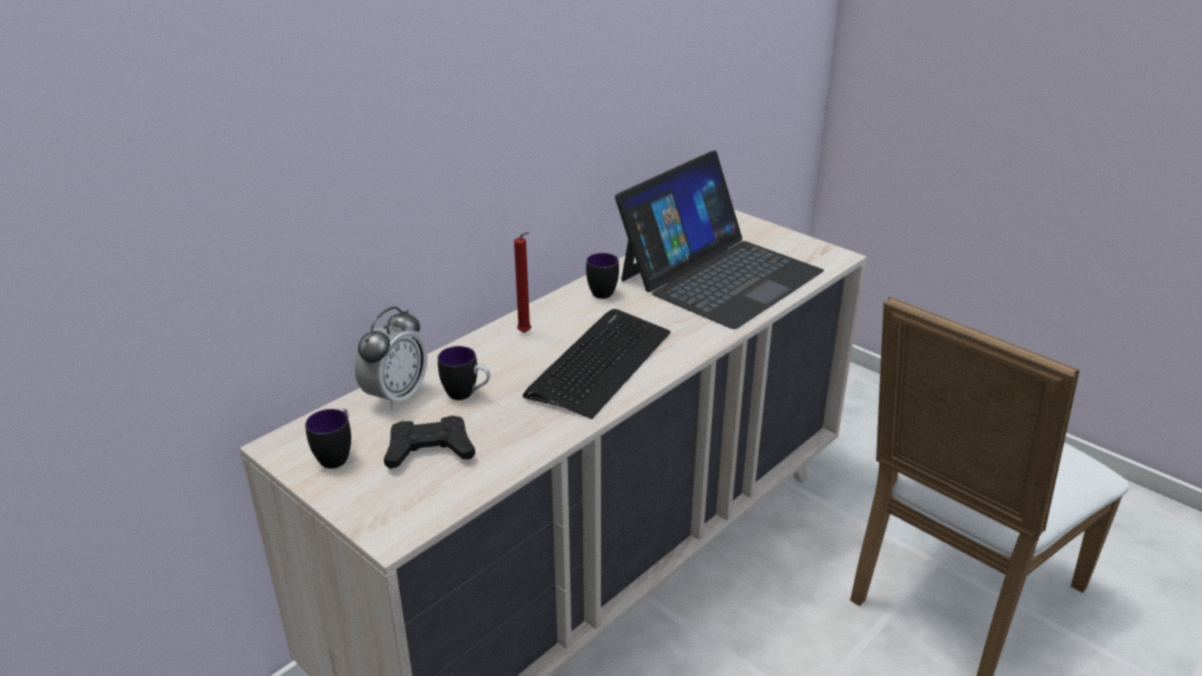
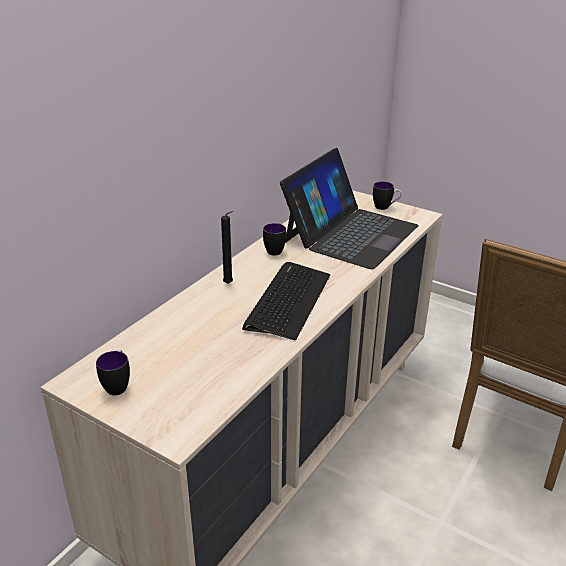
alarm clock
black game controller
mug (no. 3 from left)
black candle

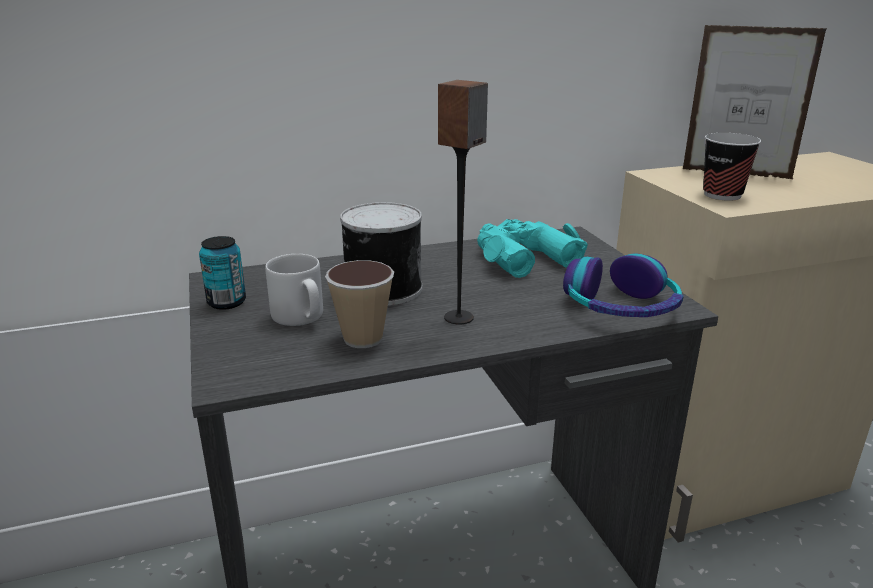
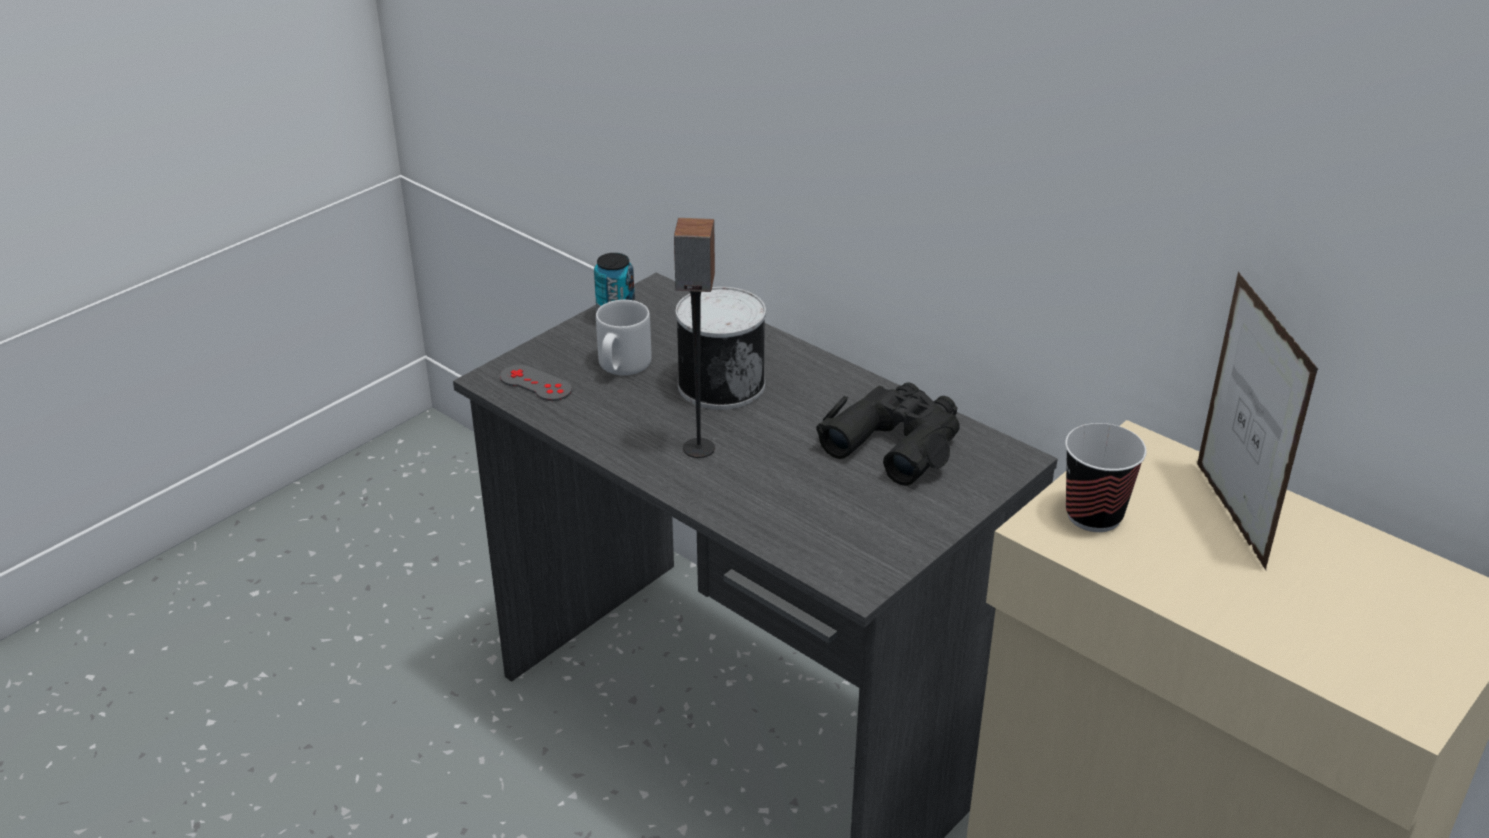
cup (no. 1 from left in the first image)
headphones
grey game controller
black binoculars

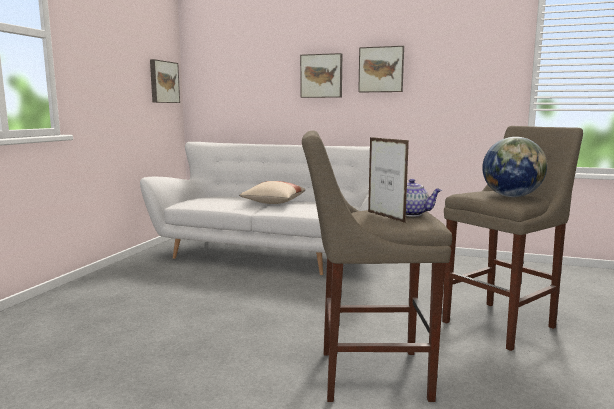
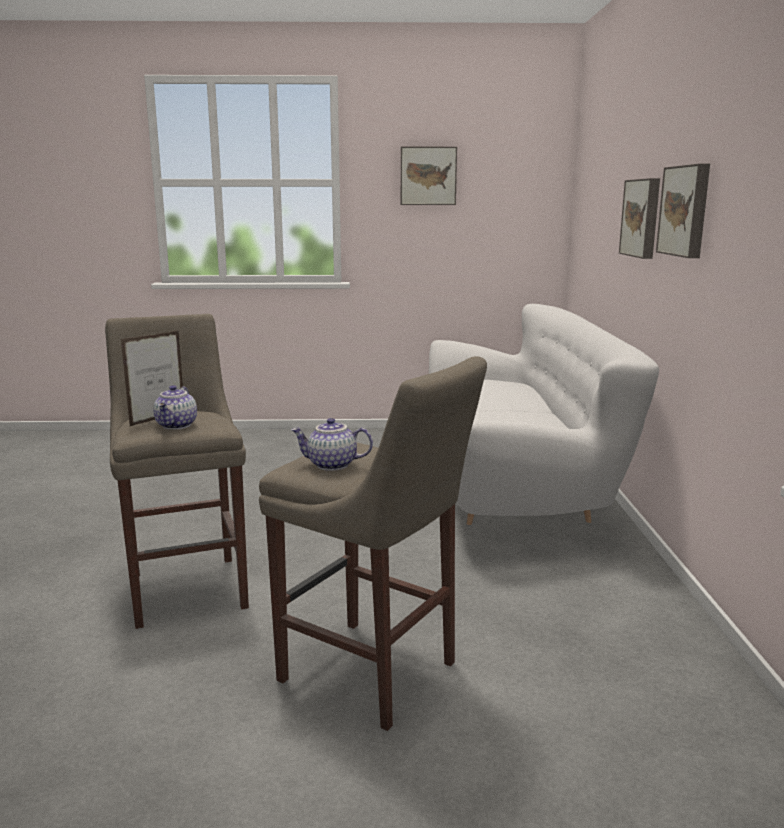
beige pillow
picture (no. 1 from left)
teapot (no. 2 from left)

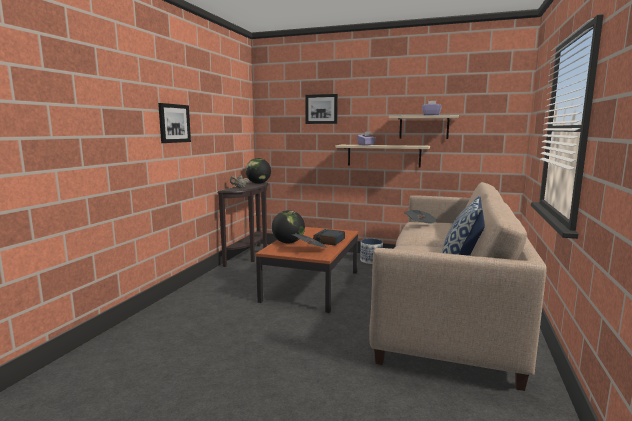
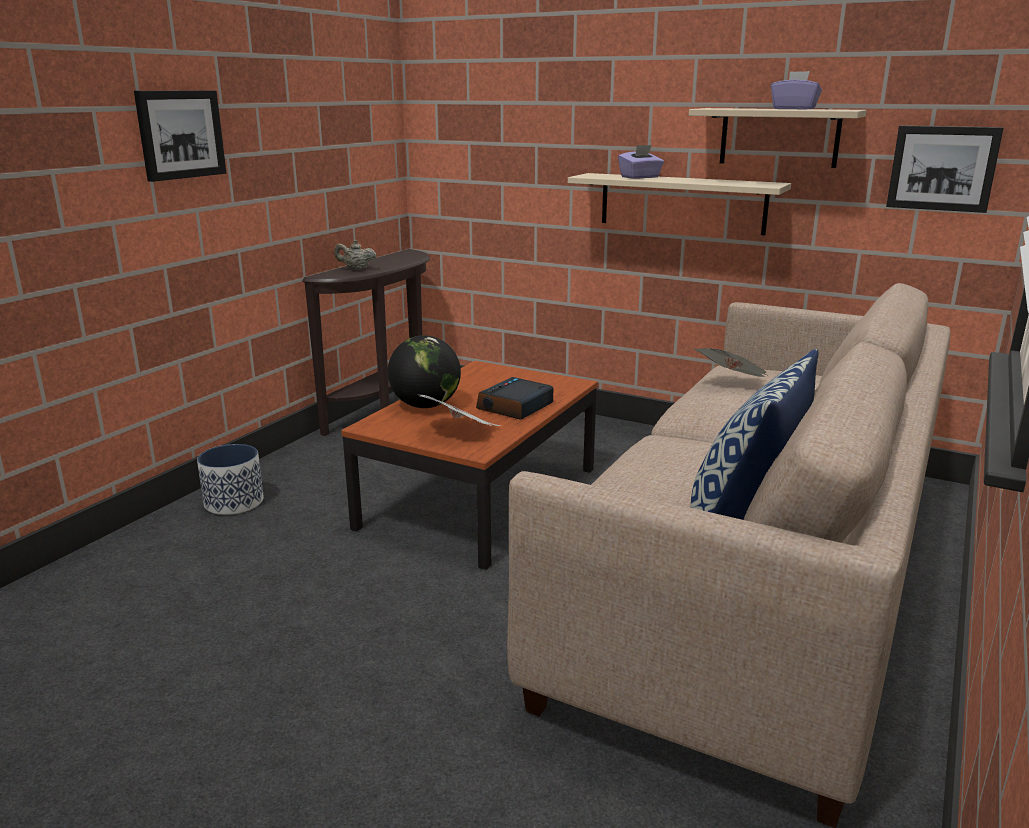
globe (no. 1 from left in the first image)
picture (no. 2 from left)
planter

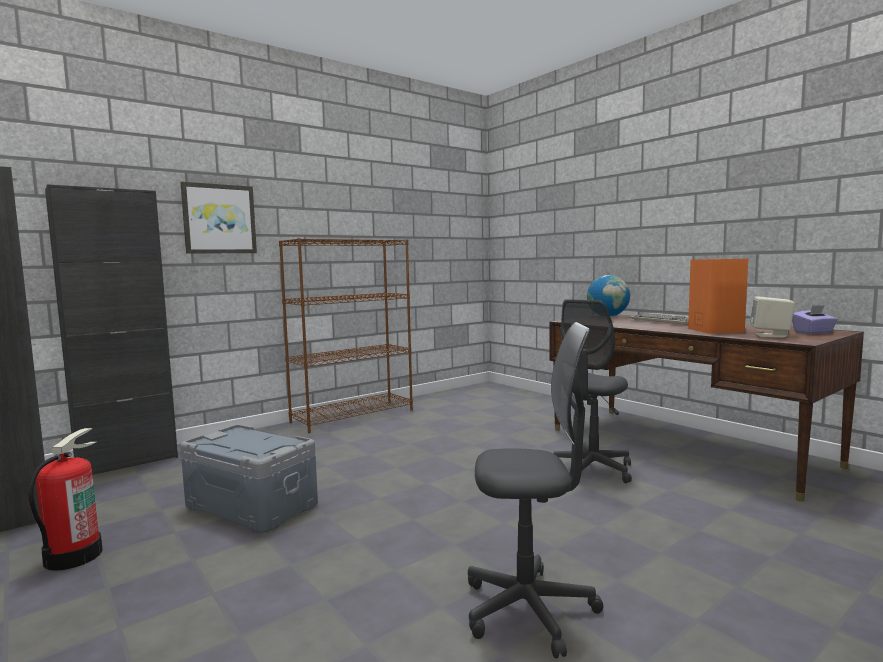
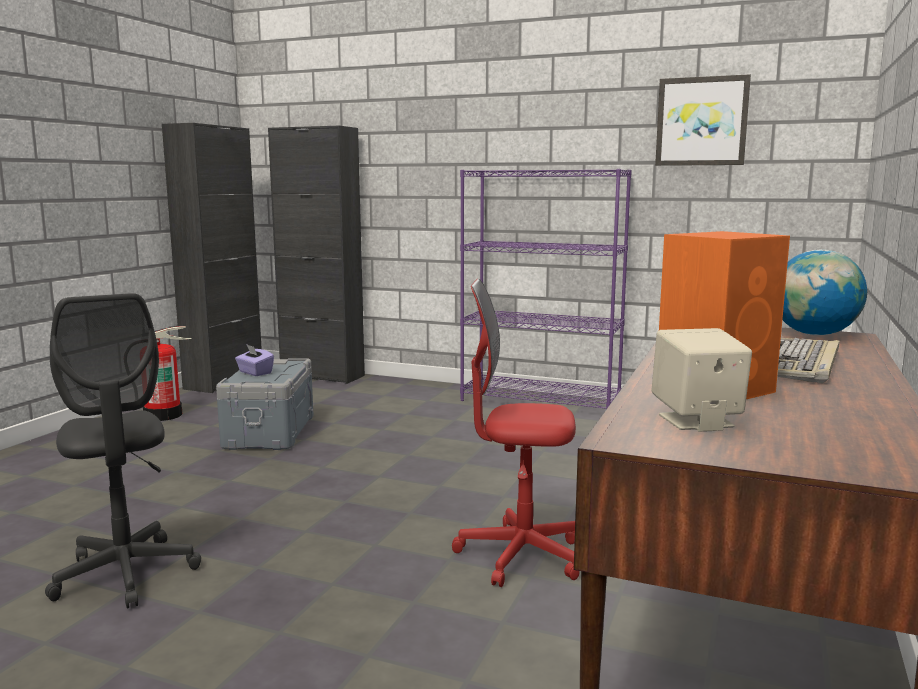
picture
purple tissue box
purple bookcase
red office chair

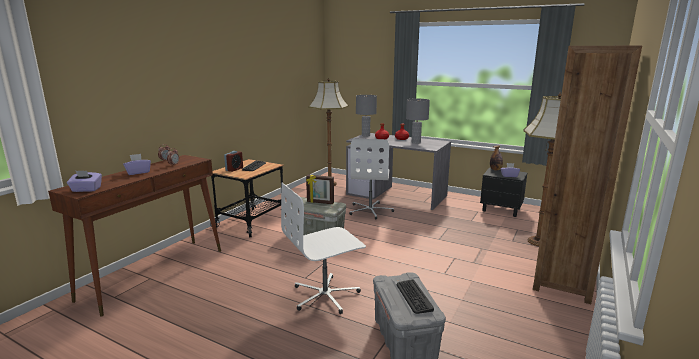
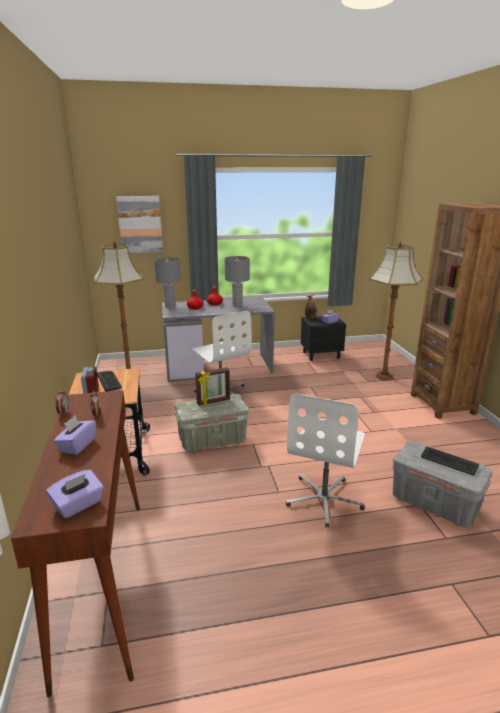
picture

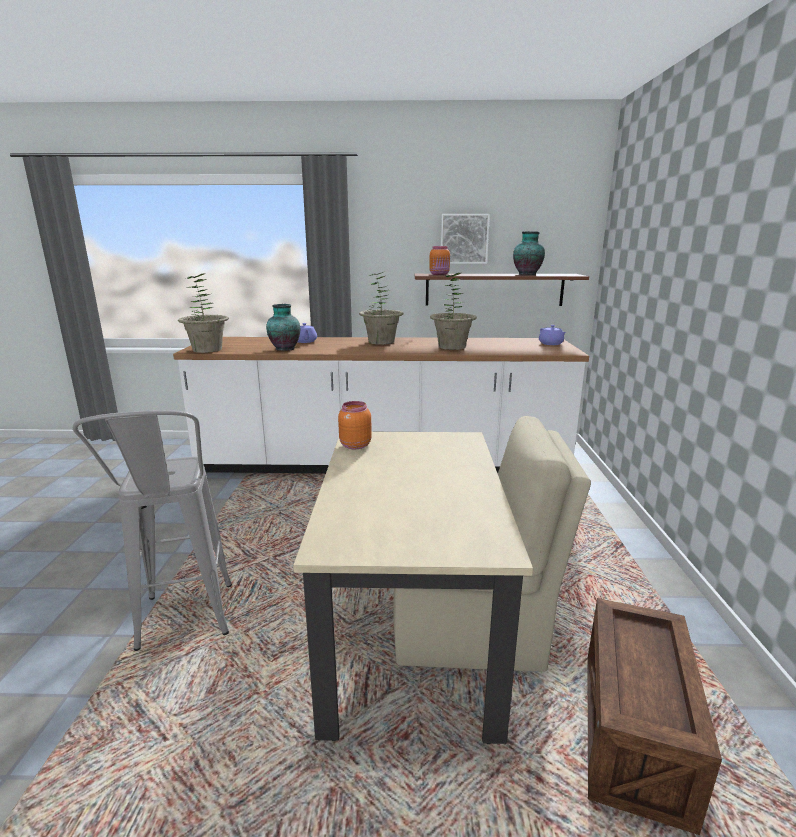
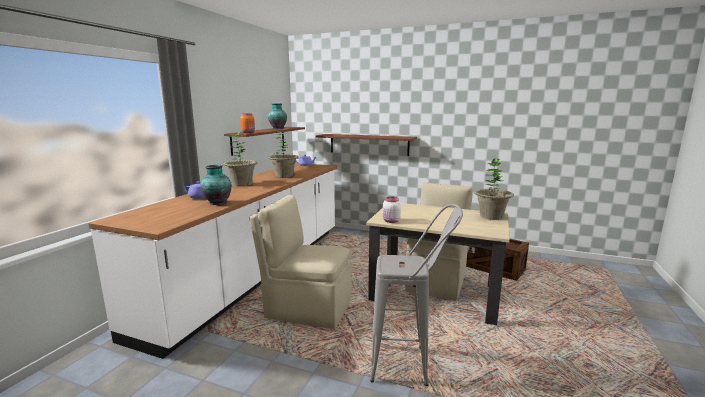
picture
beige chair (no. 1 from left)
brown shelf (no. 2 from left)
potted plant (no. 3 from left)
white jar

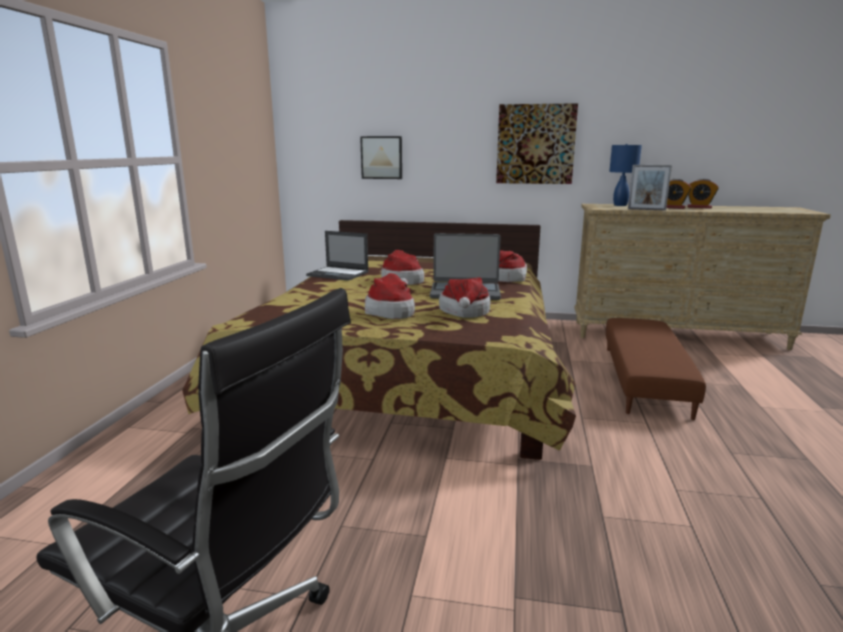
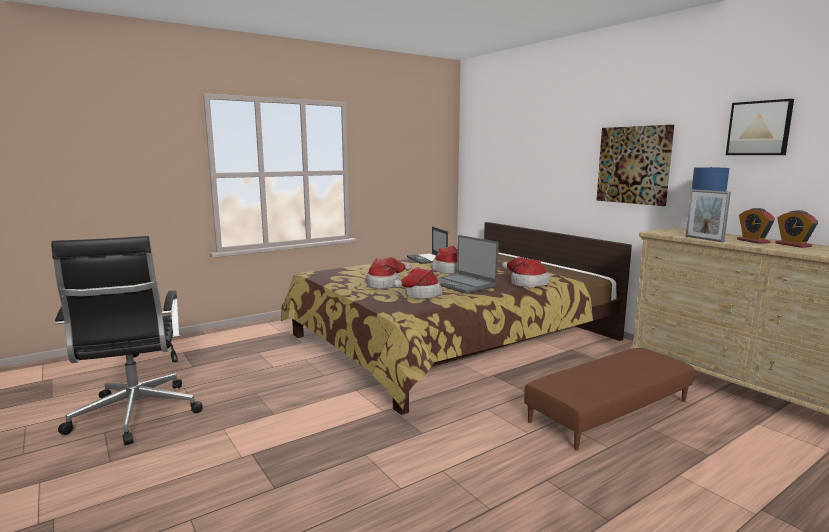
picture (no. 2 from left)

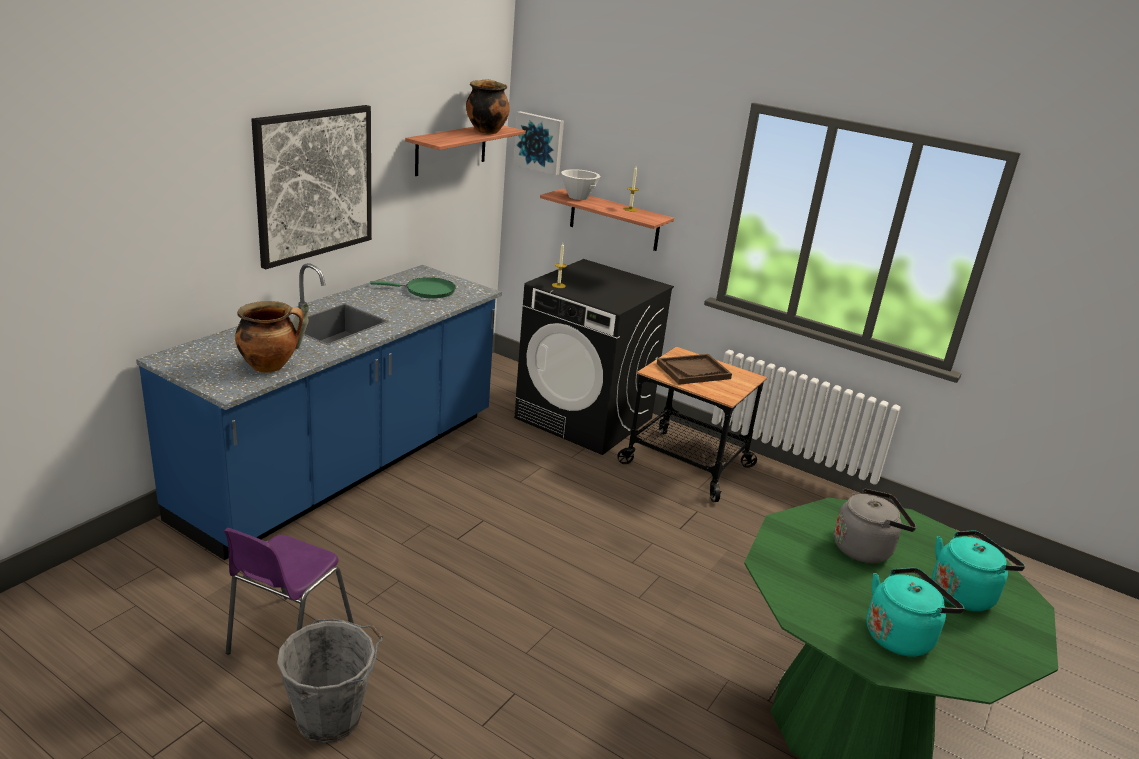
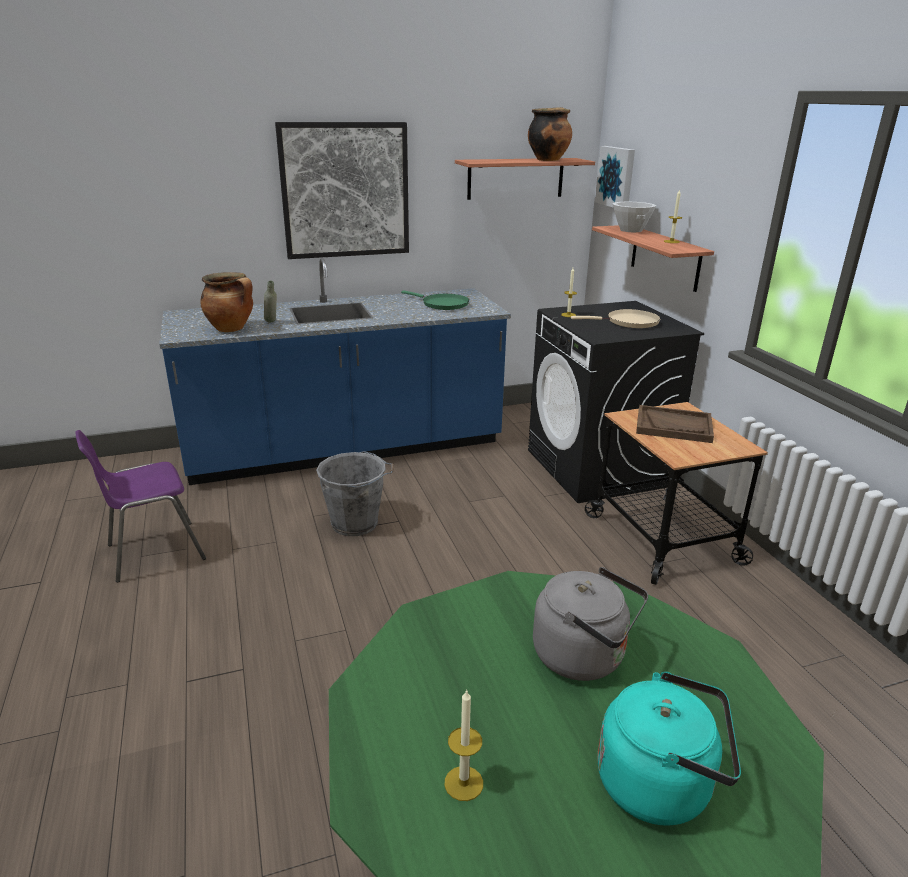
beige frying pan
grey bucket
candle (no. 1 from left)

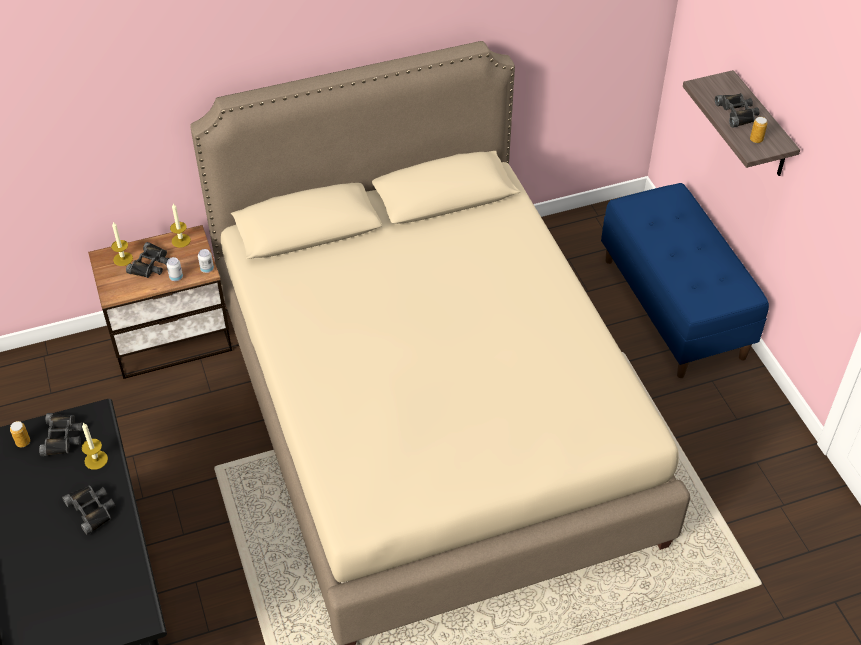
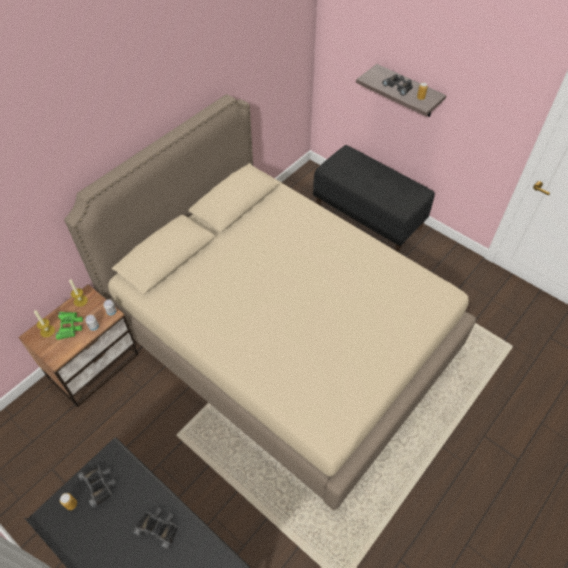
candle (no. 1 from left in the first image)
green binoculars
black bench

